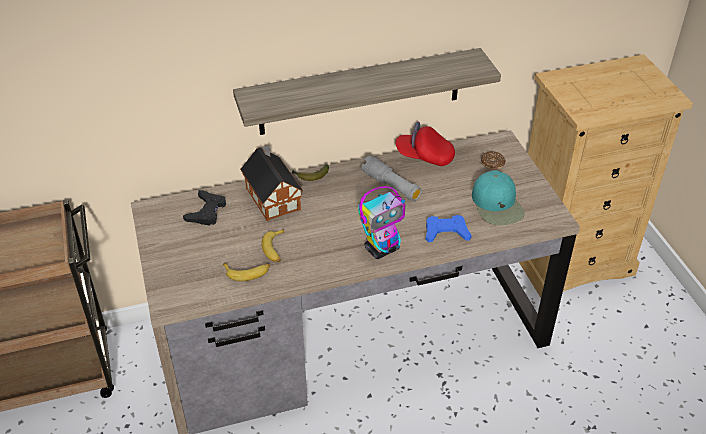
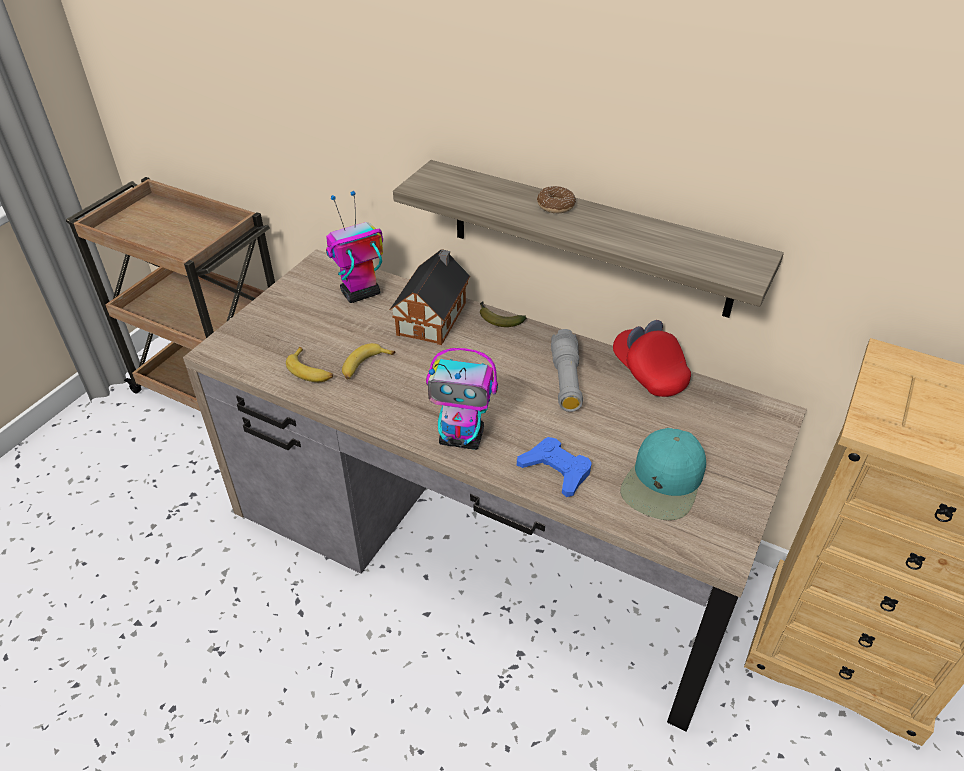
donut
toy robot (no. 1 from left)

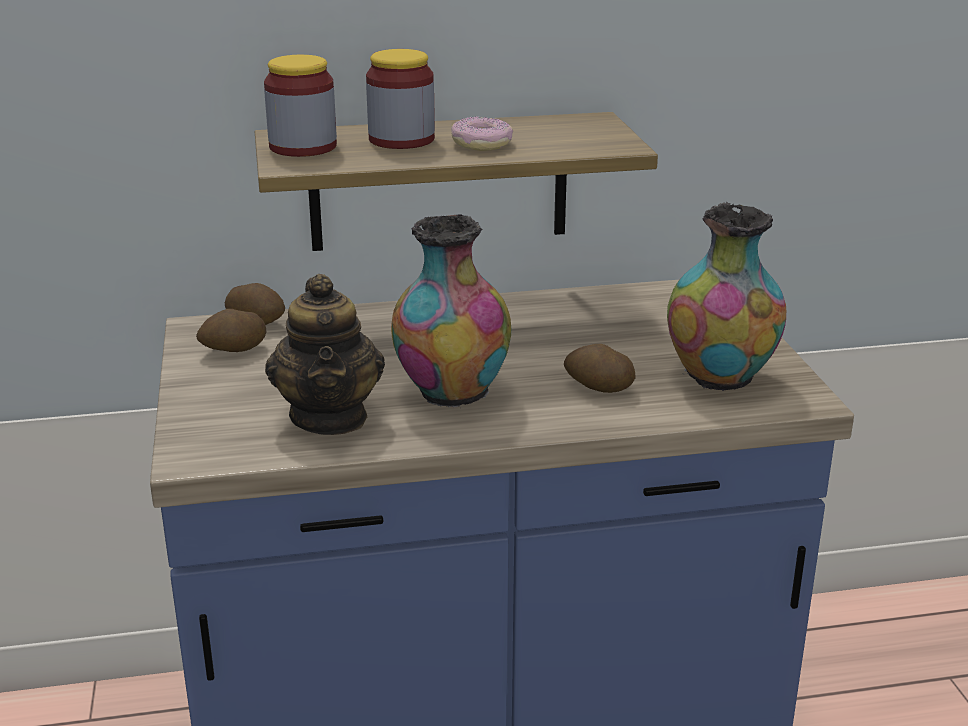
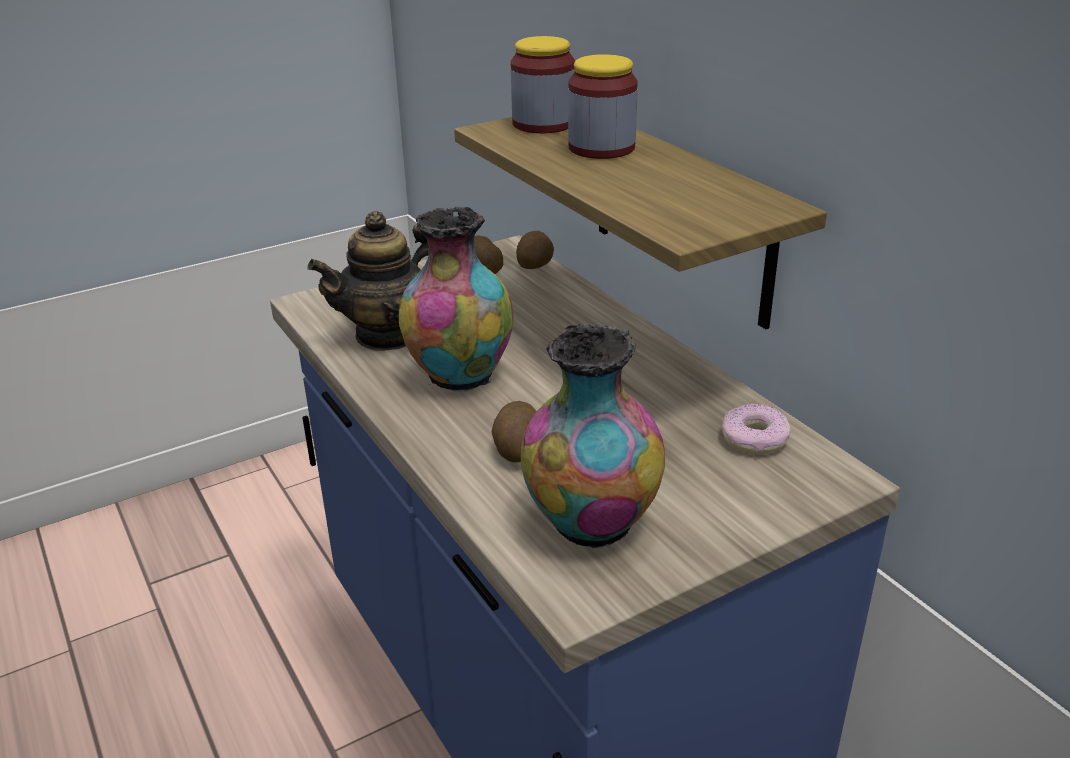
donut

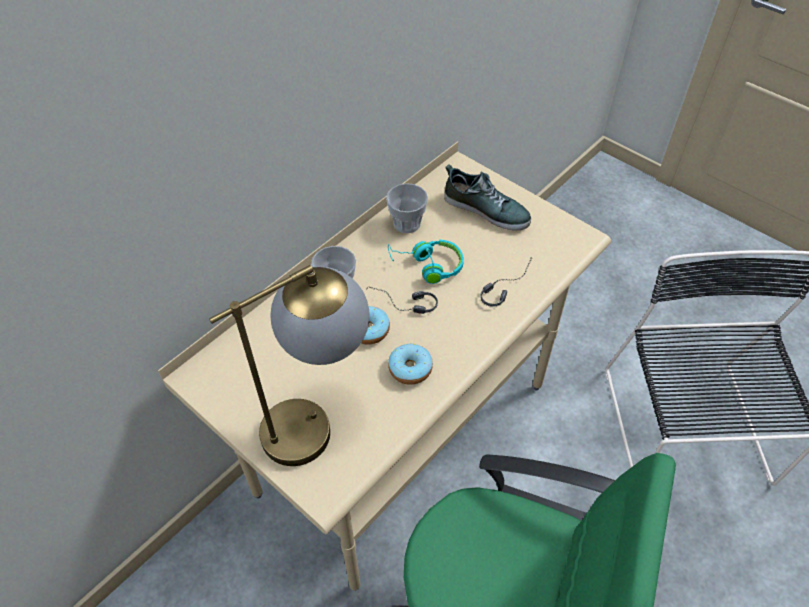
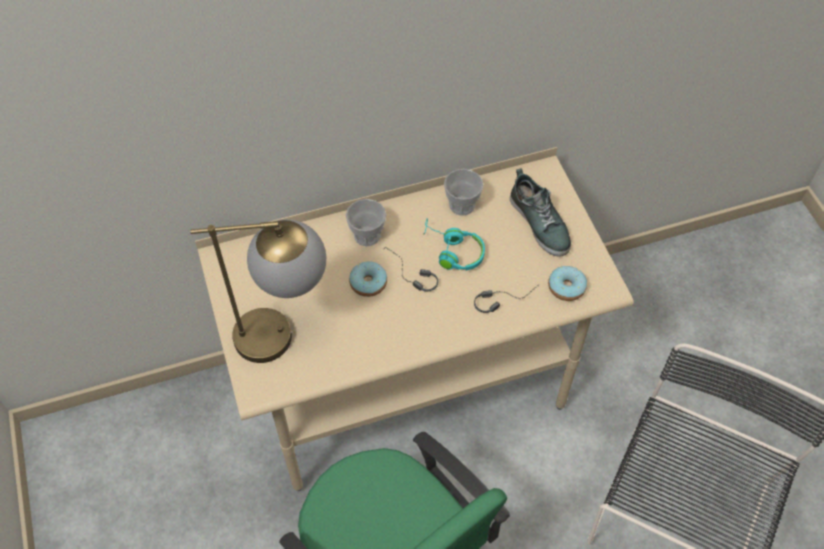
donut (no. 2 from left)

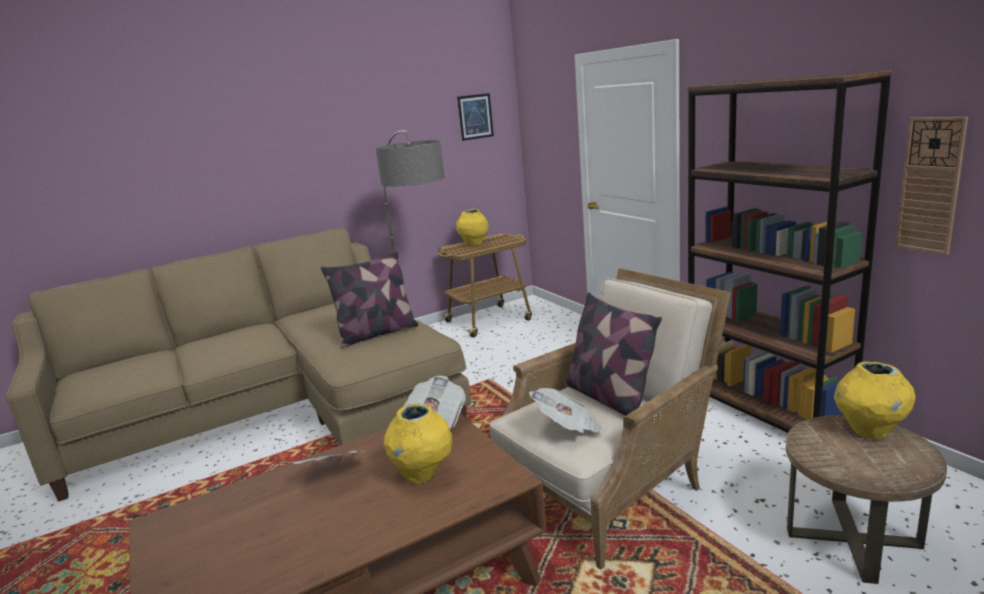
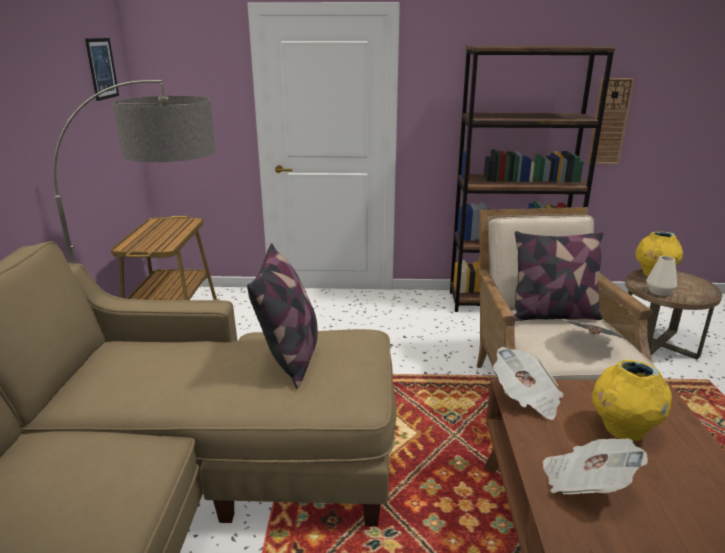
yellow vase (no. 2 from left in the first image)
white vase

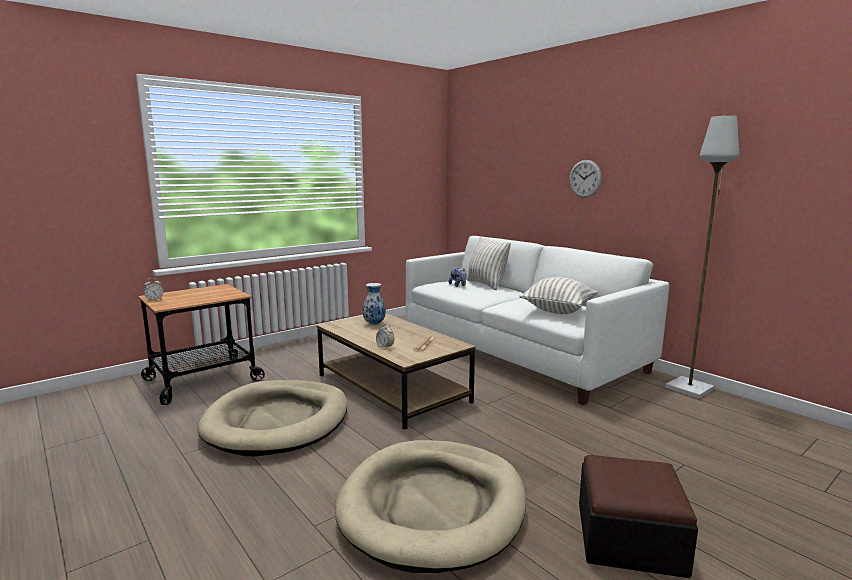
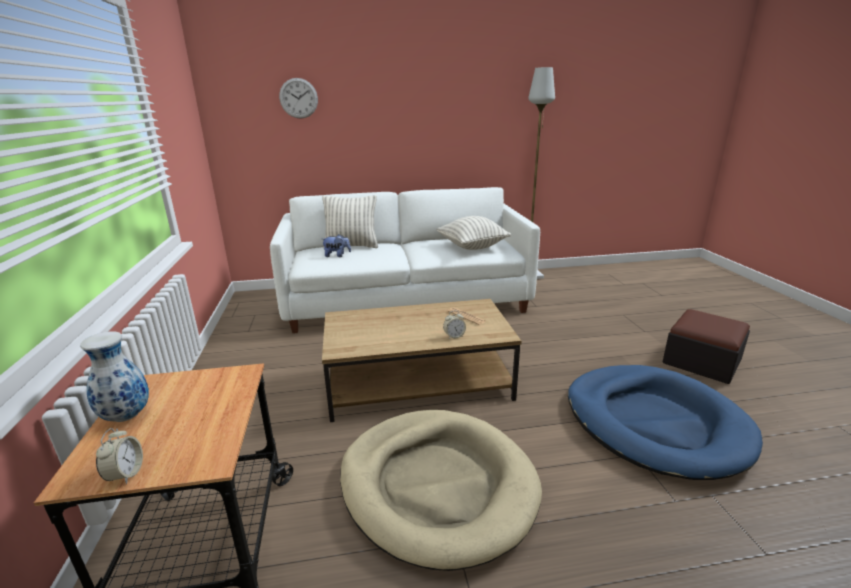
vase
wall clock
blue dog bed

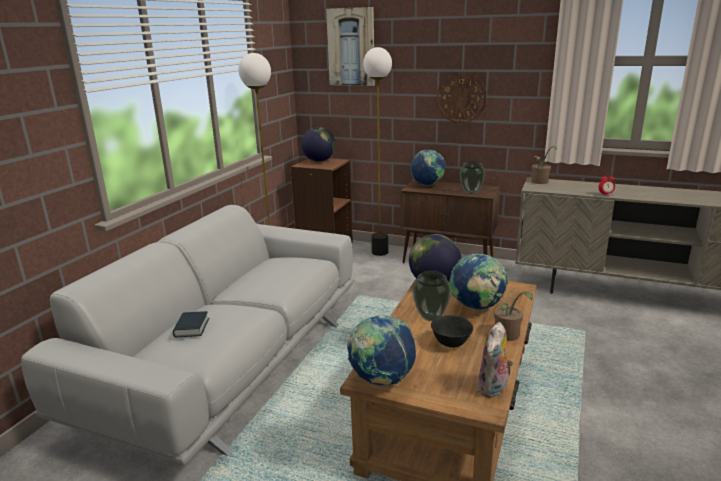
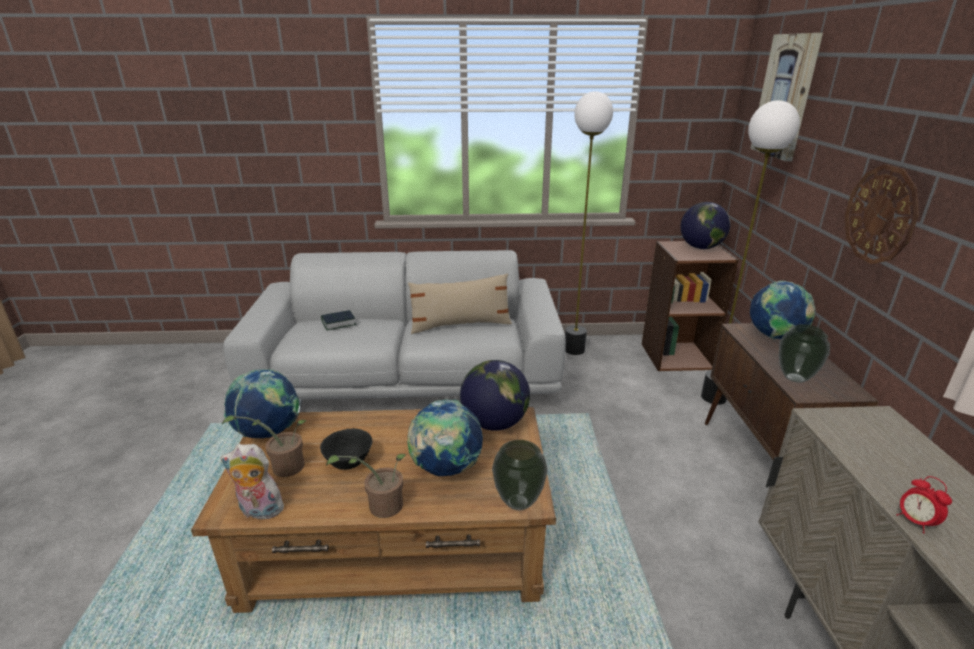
beige pillow
vase (no. 1 from left)
potted plant (no. 1 from left)

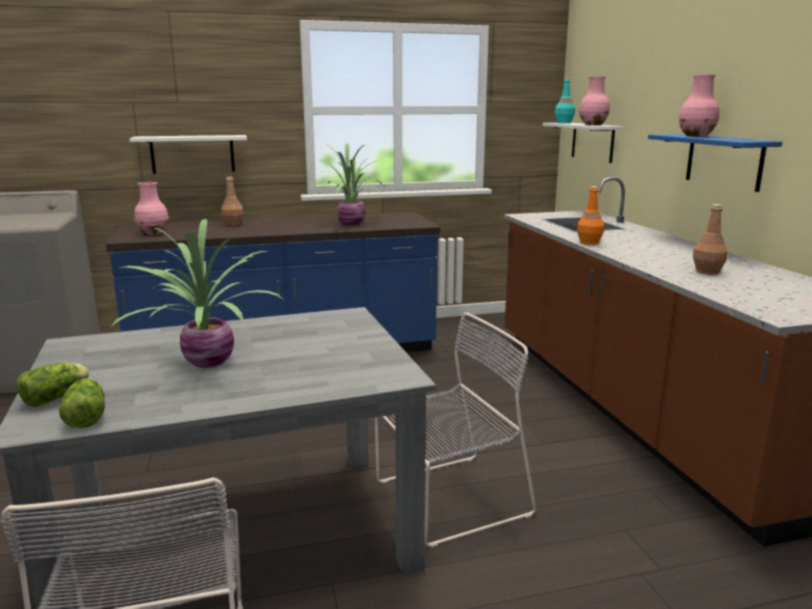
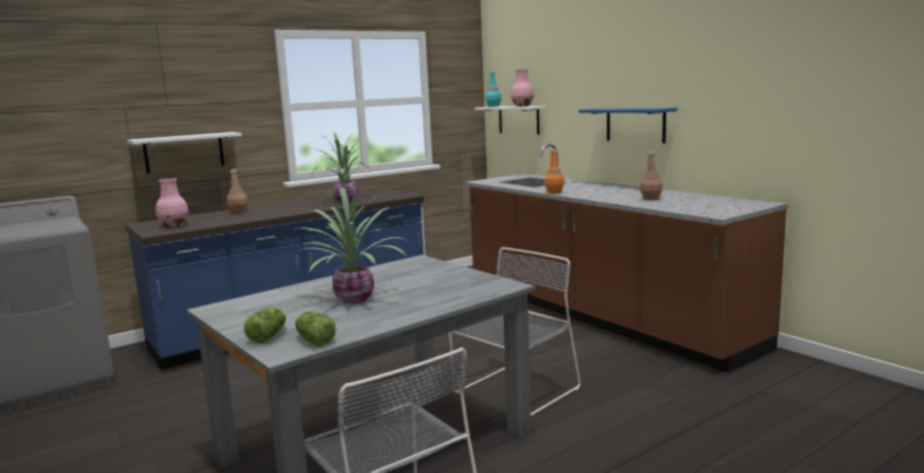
pink vase (no. 3 from left in the first image)

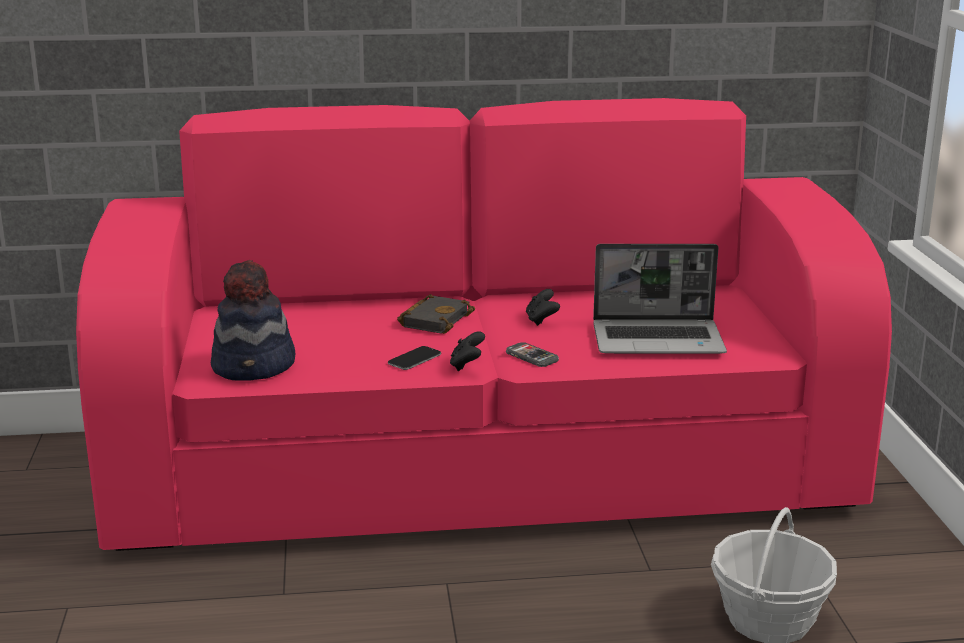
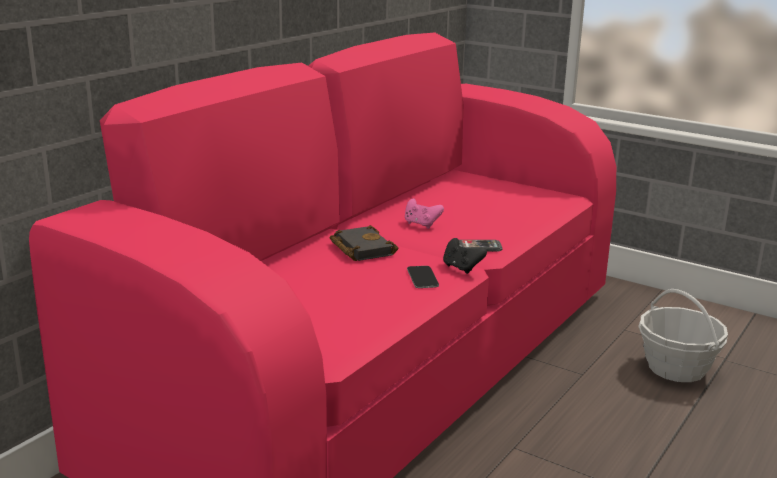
hat
laptop
pink game controller

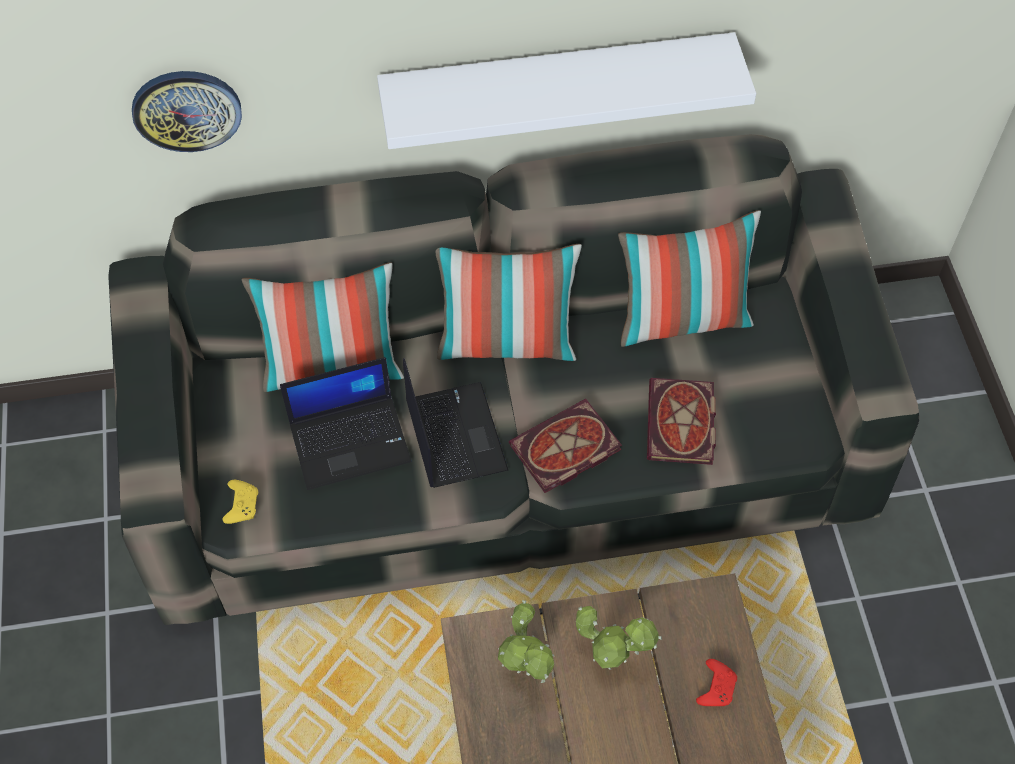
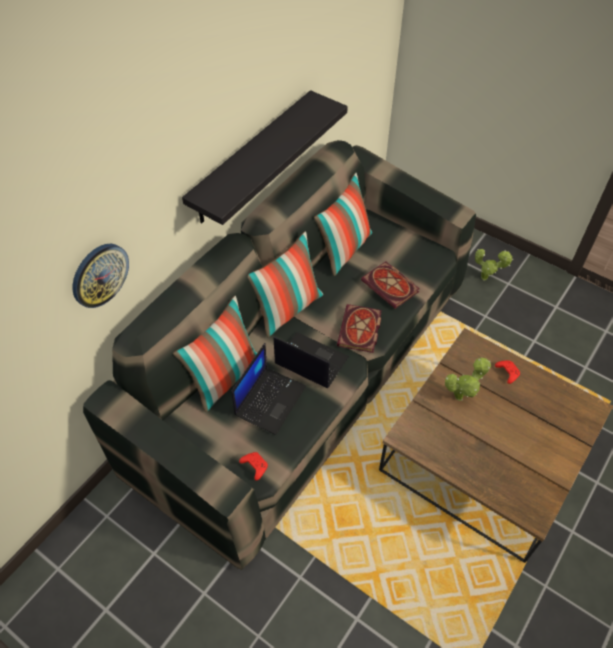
potted plant (no. 2 from left)
red game controller (no. 1 from left)
black shelf

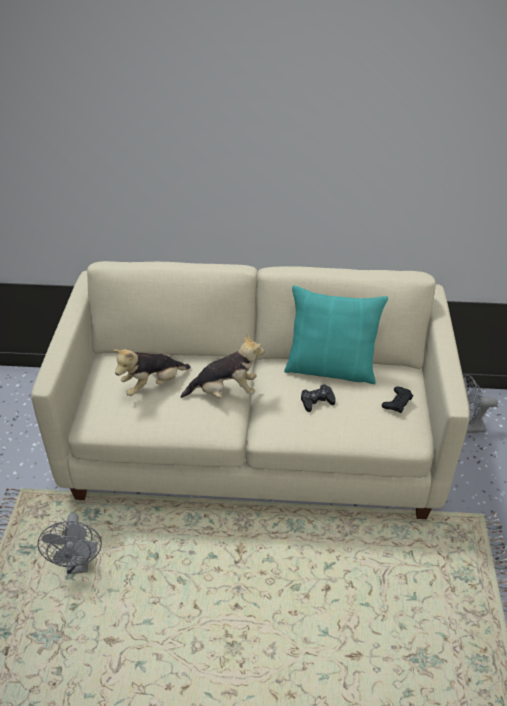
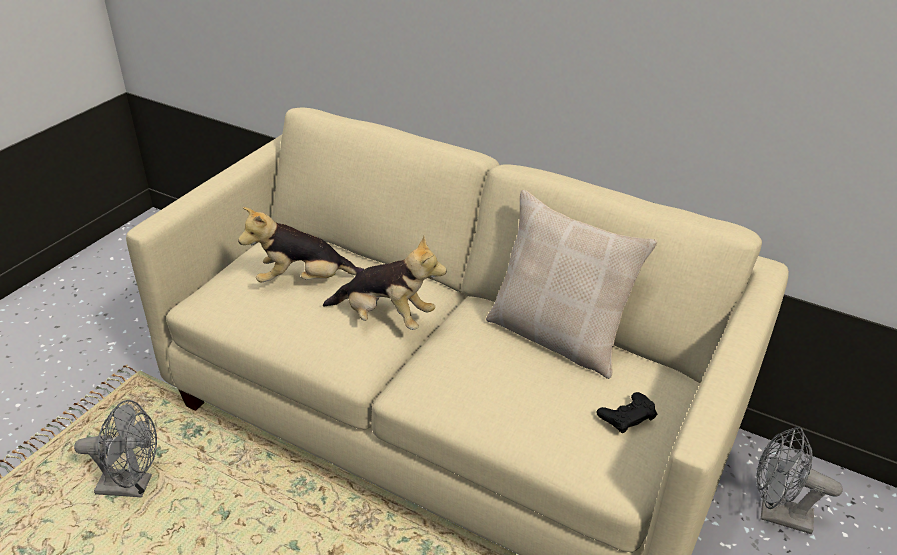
black game controller (no. 1 from left in the first image)
beige pillow
grey fan (no. 1 from left)

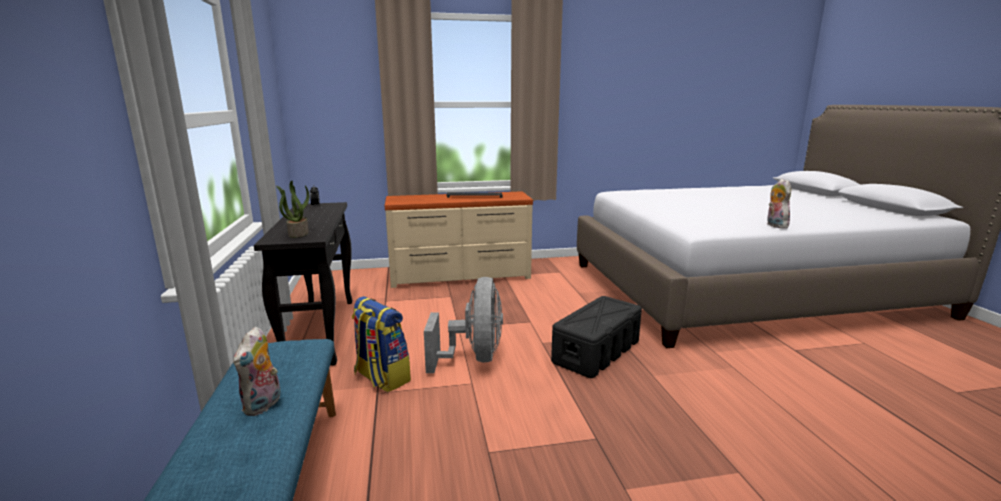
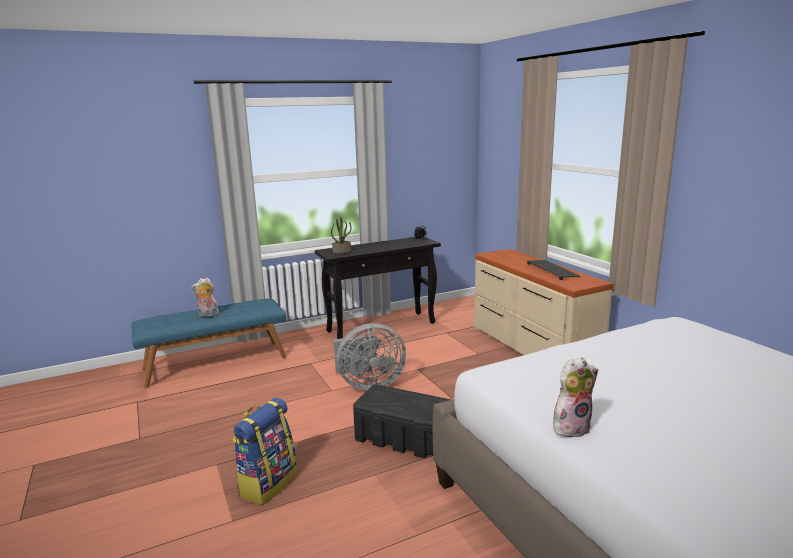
backpack

